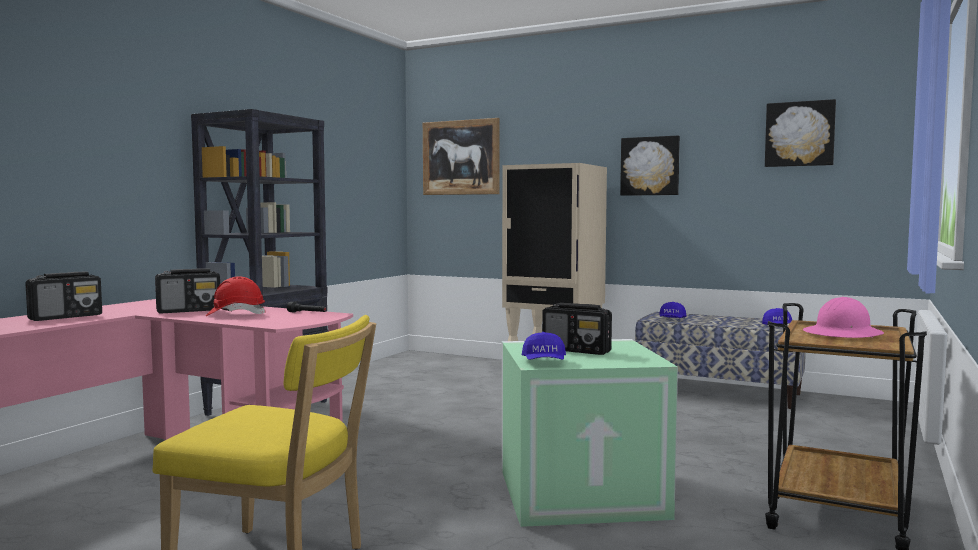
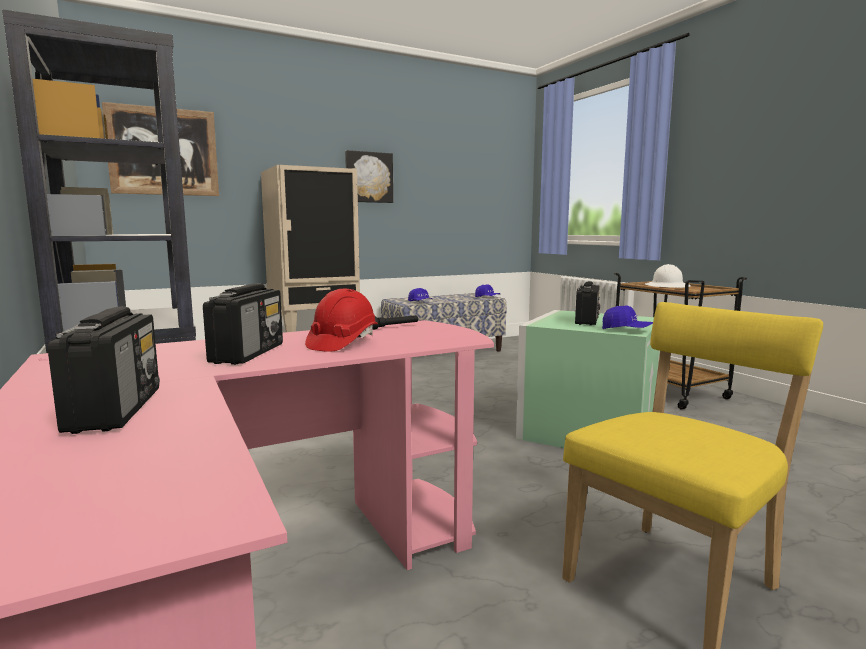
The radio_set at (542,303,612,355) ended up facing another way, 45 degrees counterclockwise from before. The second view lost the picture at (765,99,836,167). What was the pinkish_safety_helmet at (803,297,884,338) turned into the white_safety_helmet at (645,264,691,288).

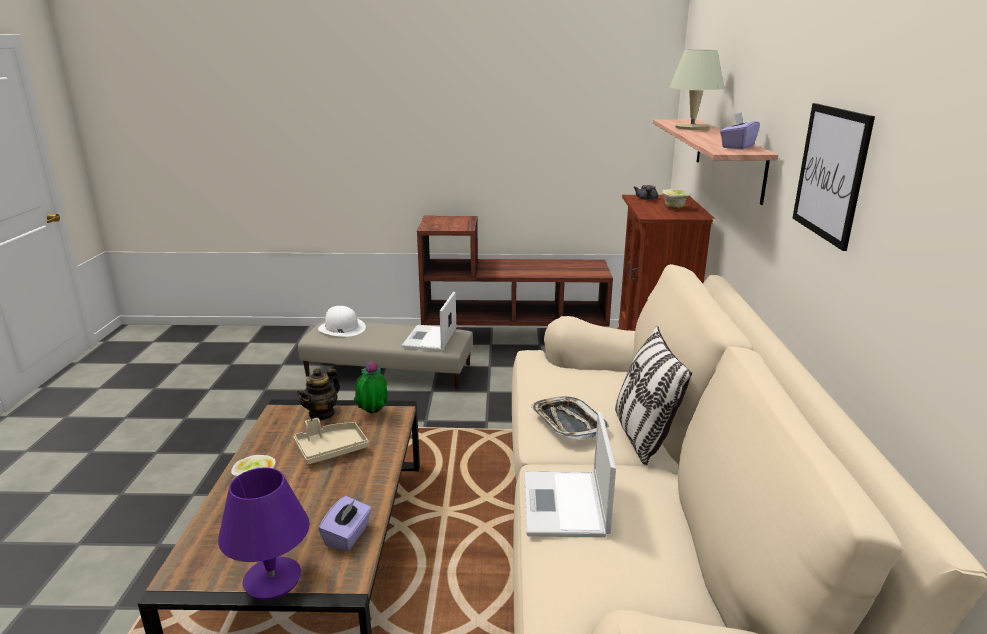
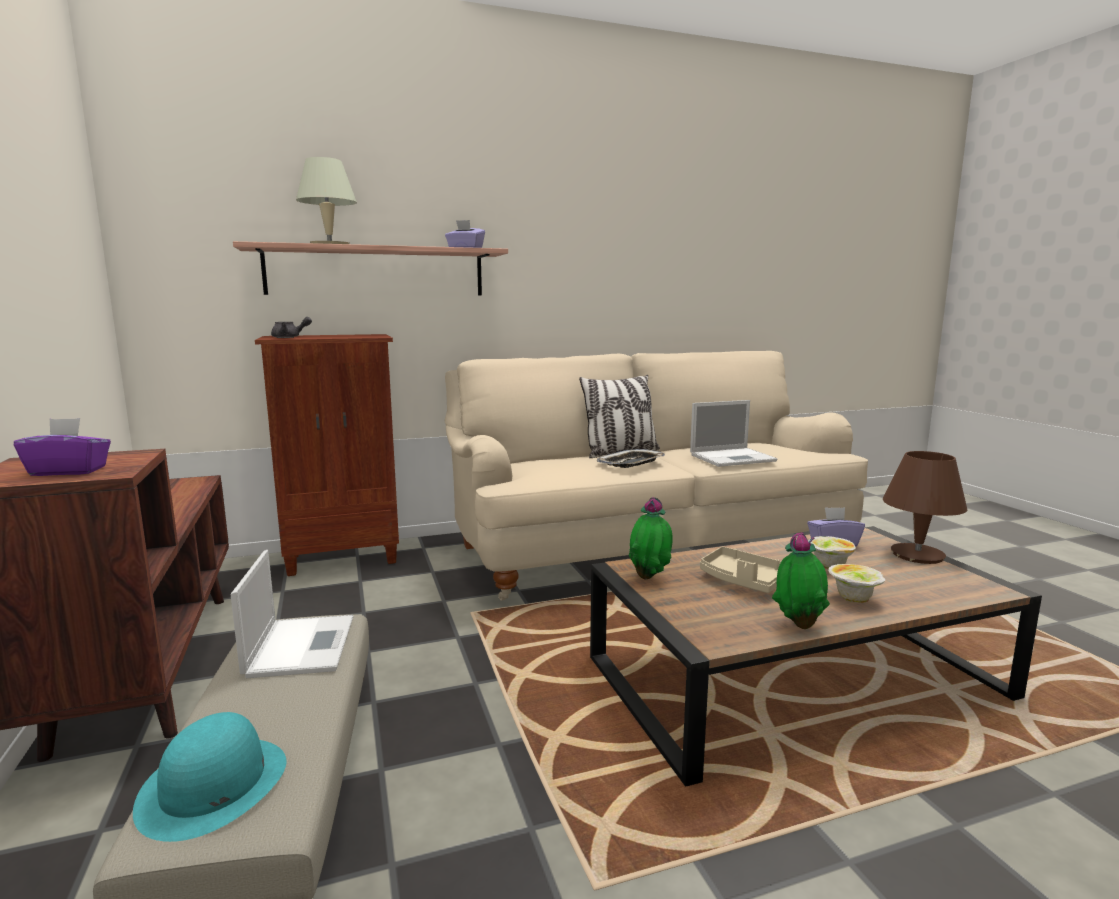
What was the purplish_lamp_for_a_table at (218,467,310,600) turned into the brown-coloured_lamp_for_a_table at (883,451,967,564). The second view lost the teapot at (297,368,340,420). What was the white_wearable_hat at (318,306,366,337) turned into the blue-green_wearable_hat at (133,712,287,842). The notebook_computer at (401,292,456,351) ended up facing another way, 90 degrees counterclockwise from before. The bowl ended up elsewhere, having gone from (662,189,691,209) to (808,536,856,569). The second view lost the picture at (793,103,875,251). The second view gained the purplish_tissue_box at (14,418,111,476). The second view gained the potted_plant at (772,532,830,629).

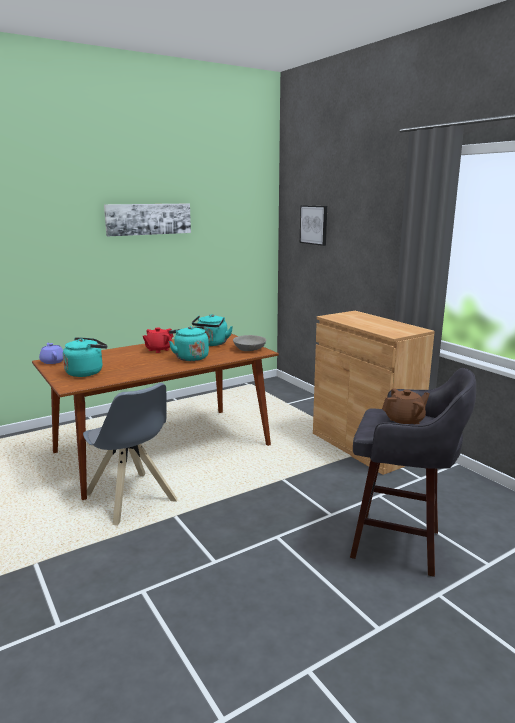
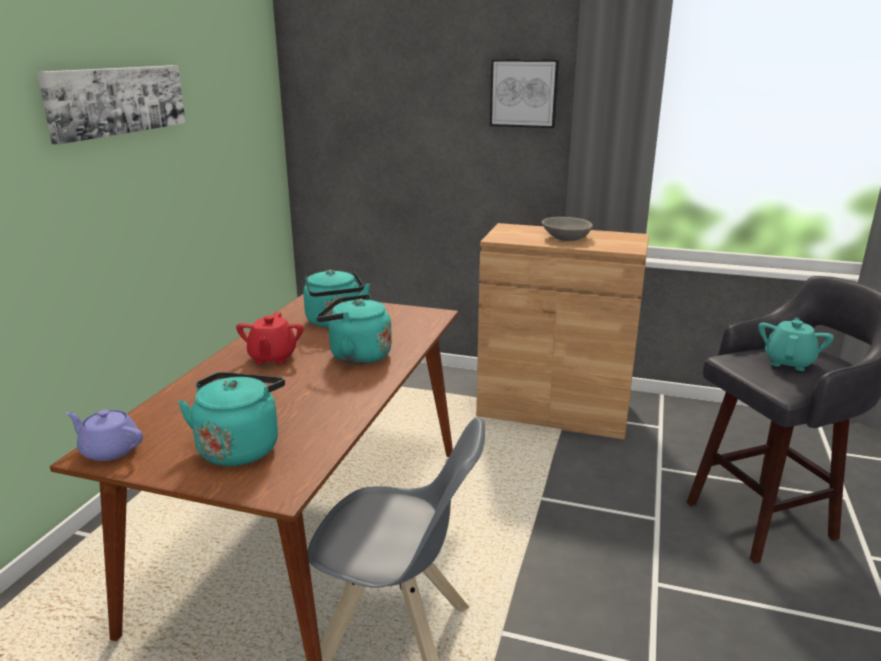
The greyish_bowl ended up elsewhere, having gone from (233,335,266,351) to (542,217,593,241). The picture ended up elsewhere, having gone from (300,205,327,246) to (490,59,559,128). What was the brown-coloured_teapot at (382,388,430,424) turned into the blue-green_teapot at (758,317,834,371).

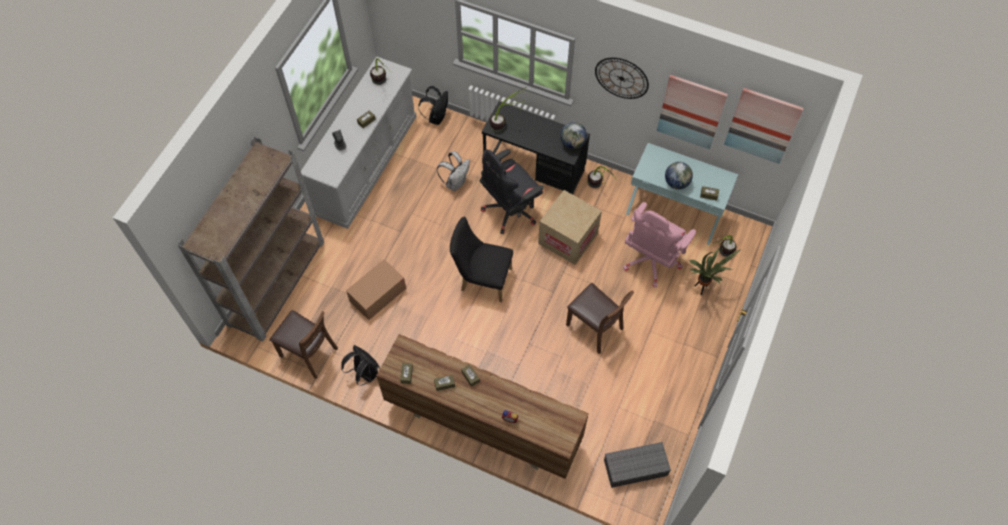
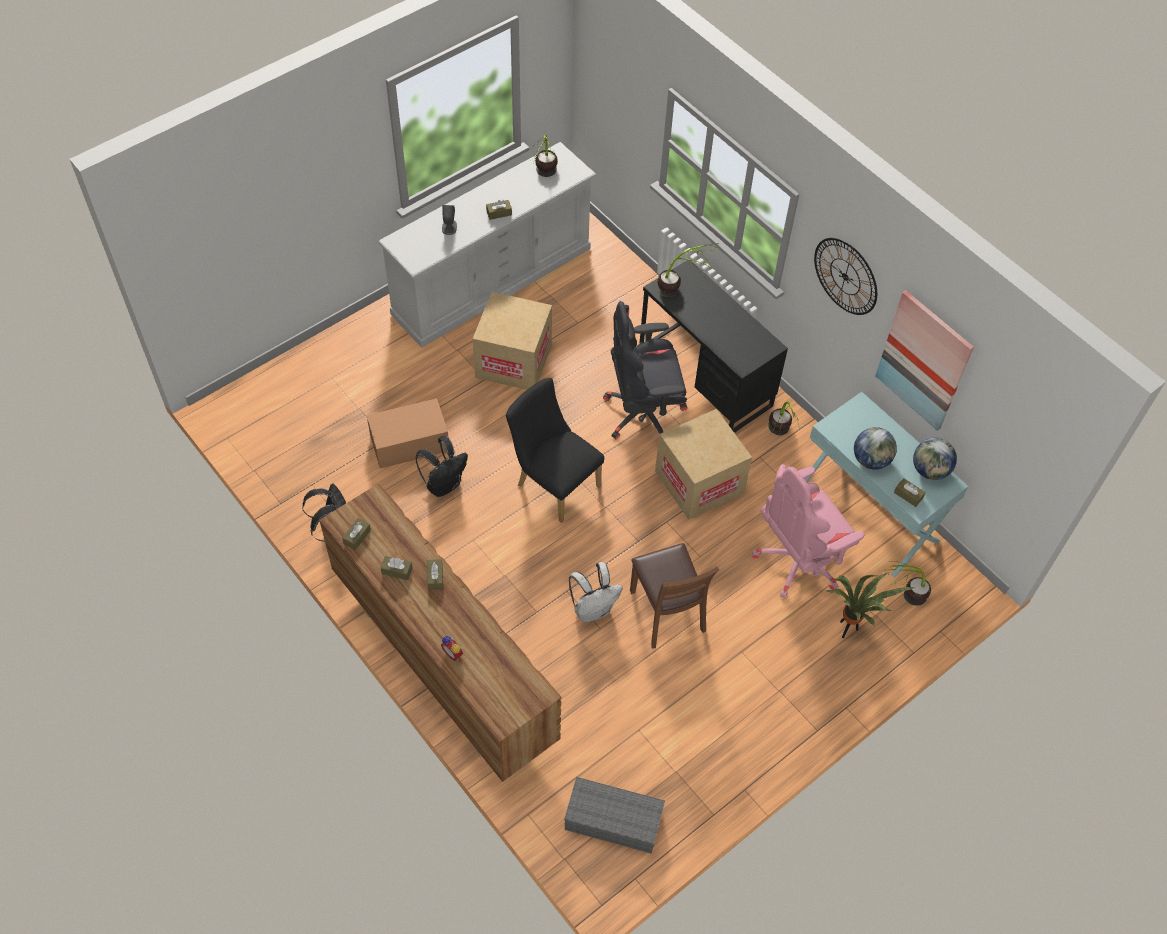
The second view lost the brown-coloured_shelving_unit at (178,137,324,342). The second view lost the brown-coloured_plain_chair at (270,310,338,379). The blackish_knapsack ended up elsewhere, having gone from (418,86,448,125) to (415,436,468,497). The white_knapsack ended up elsewhere, having gone from (437,151,470,191) to (569,562,623,622). The globe ended up elsewhere, having gone from (560,122,587,149) to (913,438,957,480). The second view lost the picture at (724,88,804,164). The second view gained the packing_box at (473,292,552,390).

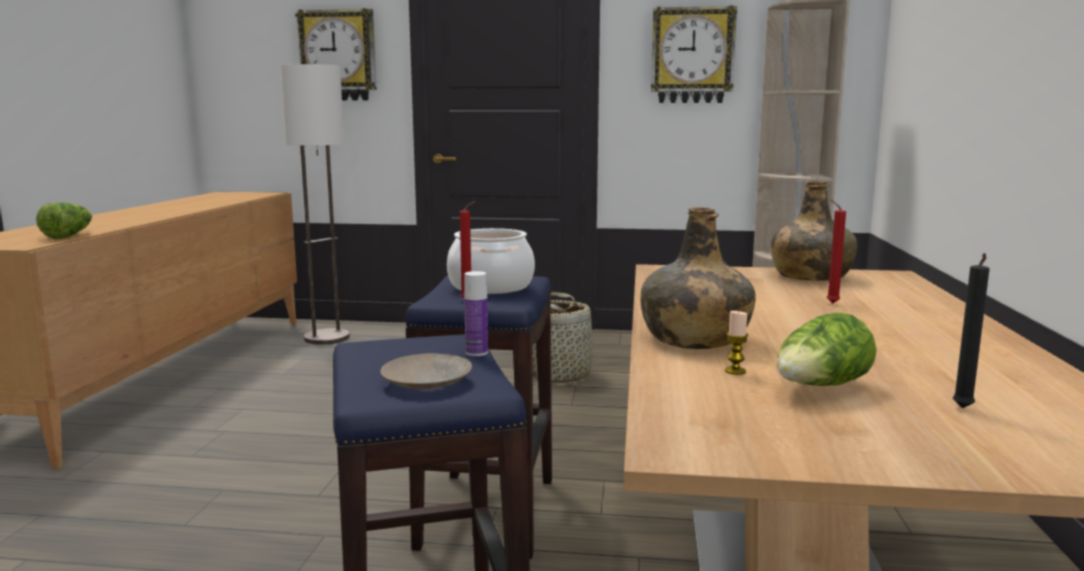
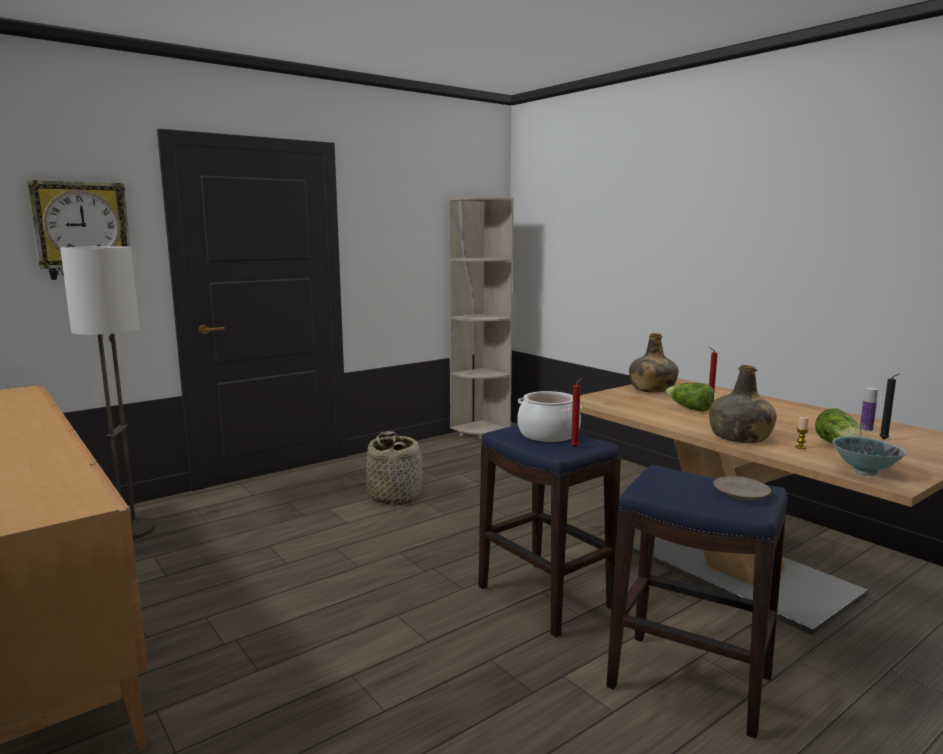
The lettuce_head ended up elsewhere, having gone from (36,202,92,239) to (666,383,714,412). The beverage_bottle ended up elsewhere, having gone from (464,271,488,356) to (860,387,878,431). The second view lost the clock_on_the_wall at (651,6,737,103). The second view gained the bowl at (832,436,907,476).

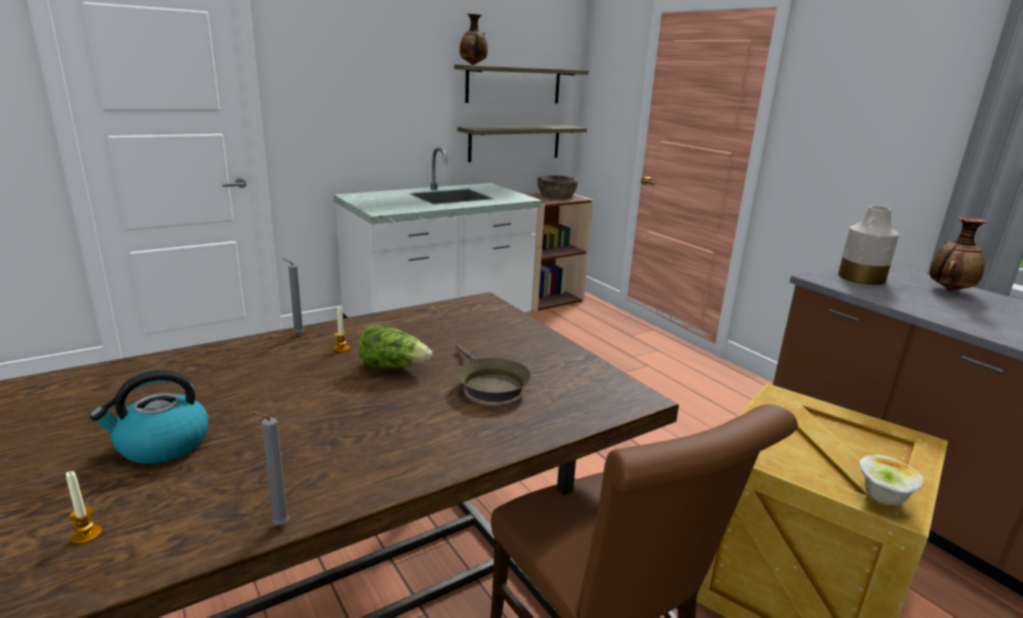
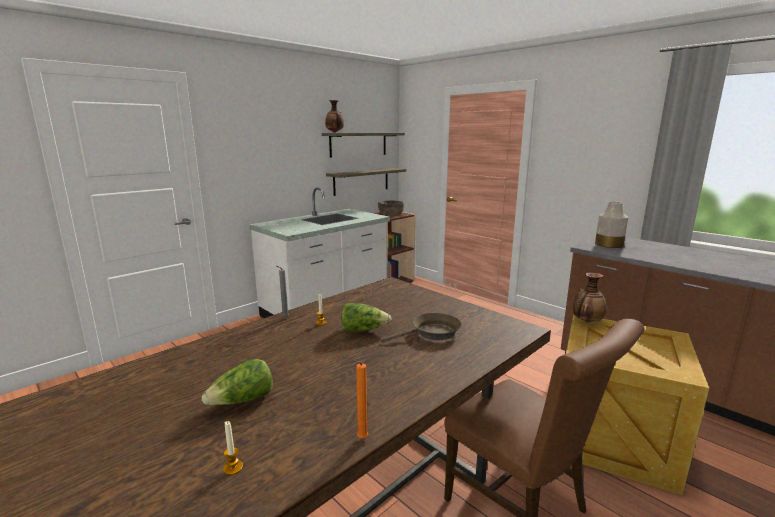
Where the kettle stood at (90,370,208,464), the lettuce_head came to stand at (202,359,273,405). What was the greyish_candle at (251,412,289,525) turned into the orangey_candle at (353,360,368,439). The brown-coloured_pan at (456,345,531,402) ended up facing another way, 75 degrees counterclockwise from before. The second view lost the bowl at (859,455,924,507). The decorative_vase ended up elsewhere, having gone from (930,217,987,291) to (573,273,606,323).

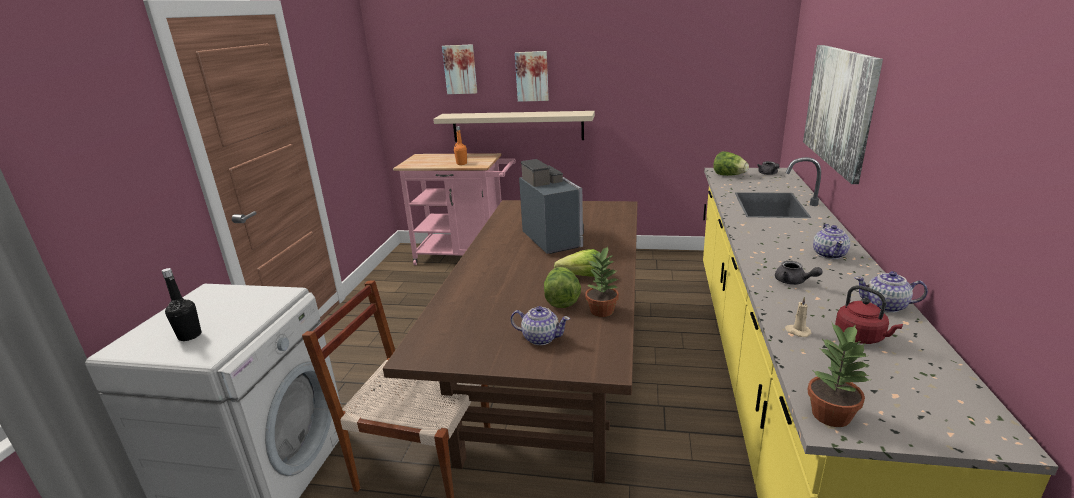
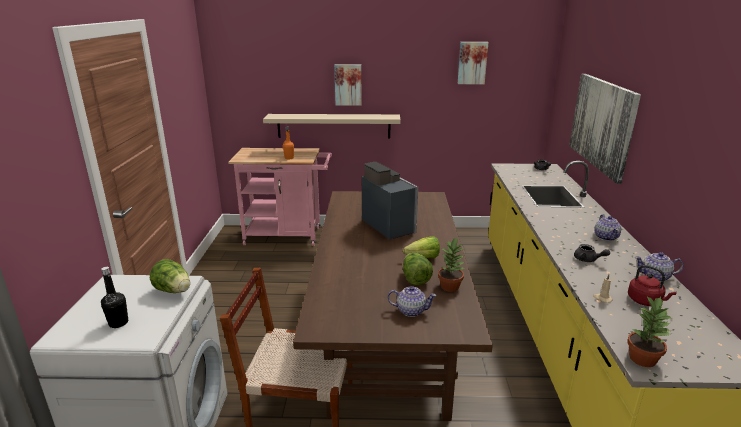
The picture ended up elsewhere, having gone from (442,44,477,94) to (458,42,489,84). The lettuce_head ended up elsewhere, having gone from (713,151,749,176) to (150,259,190,293).

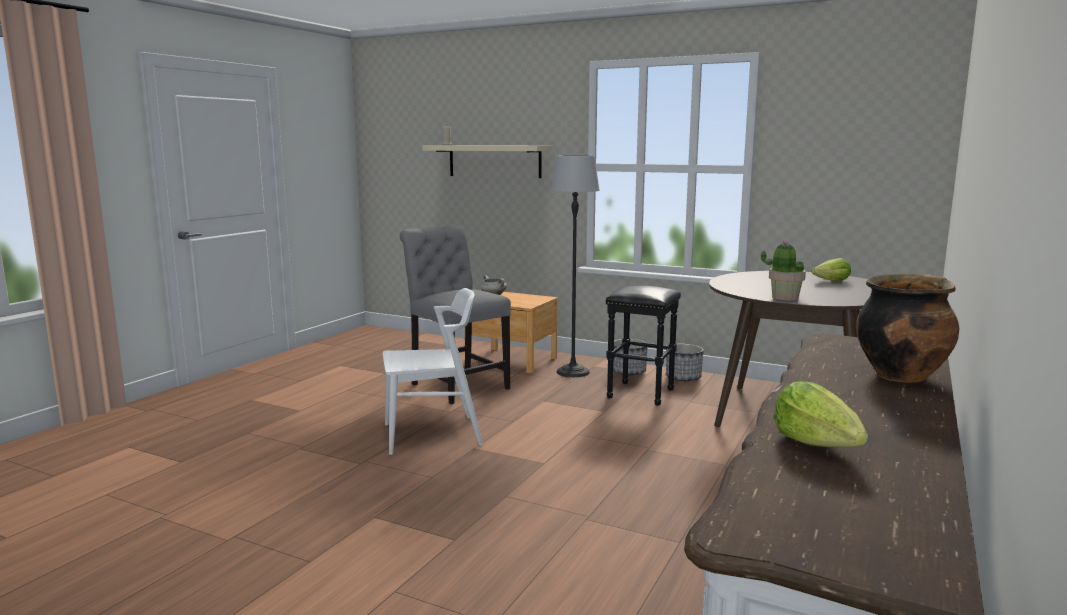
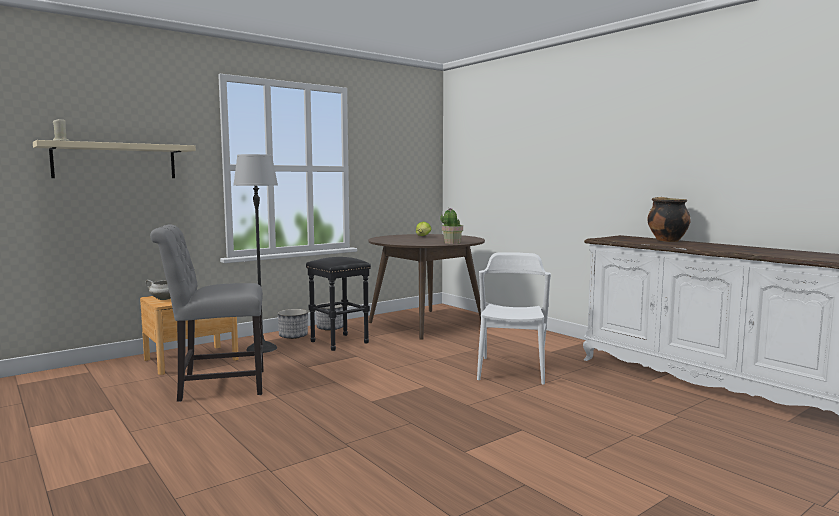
The white_plain_chair ended up elsewhere, having gone from (383,288,483,455) to (477,252,551,385). The second view lost the lettuce_head at (773,381,868,447).

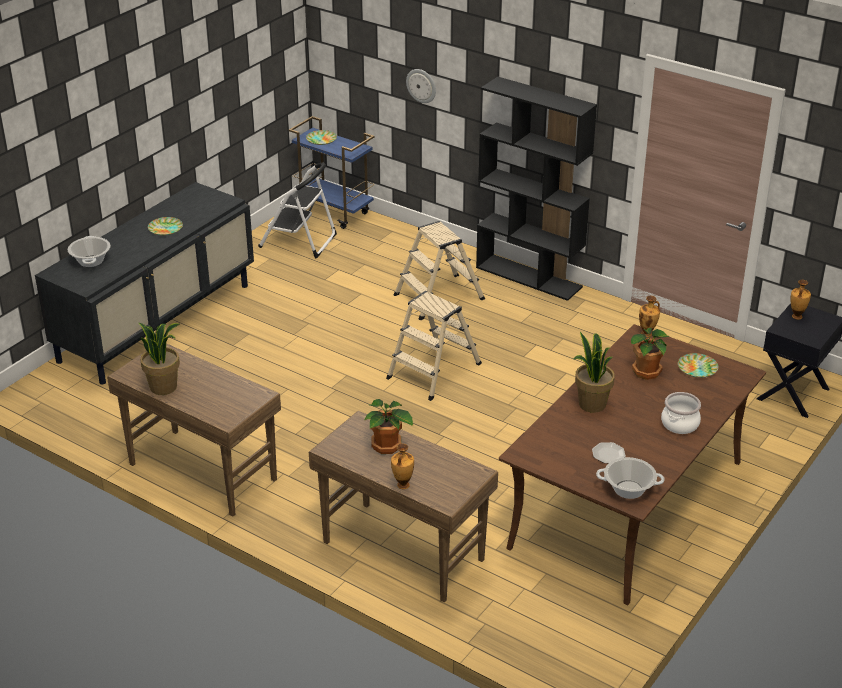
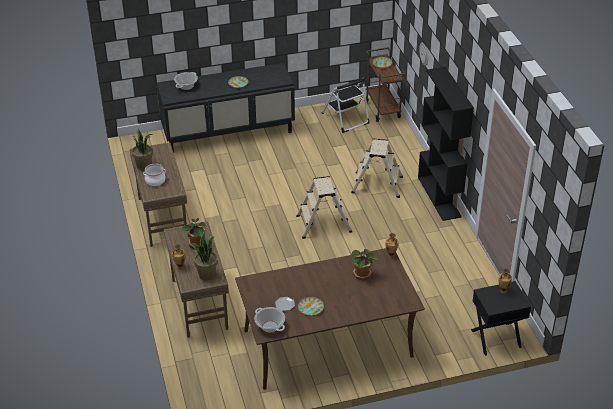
What was the blue_cart at (289,116,375,229) turned into the brown-coloured_cart at (366,47,405,122). The potted_plant ended up elsewhere, having gone from (574,332,615,413) to (191,231,218,281). The saucepot ended up elsewhere, having gone from (661,392,701,434) to (143,164,166,186). The flat_dish ended up elsewhere, having gone from (678,353,718,378) to (298,297,324,316).

